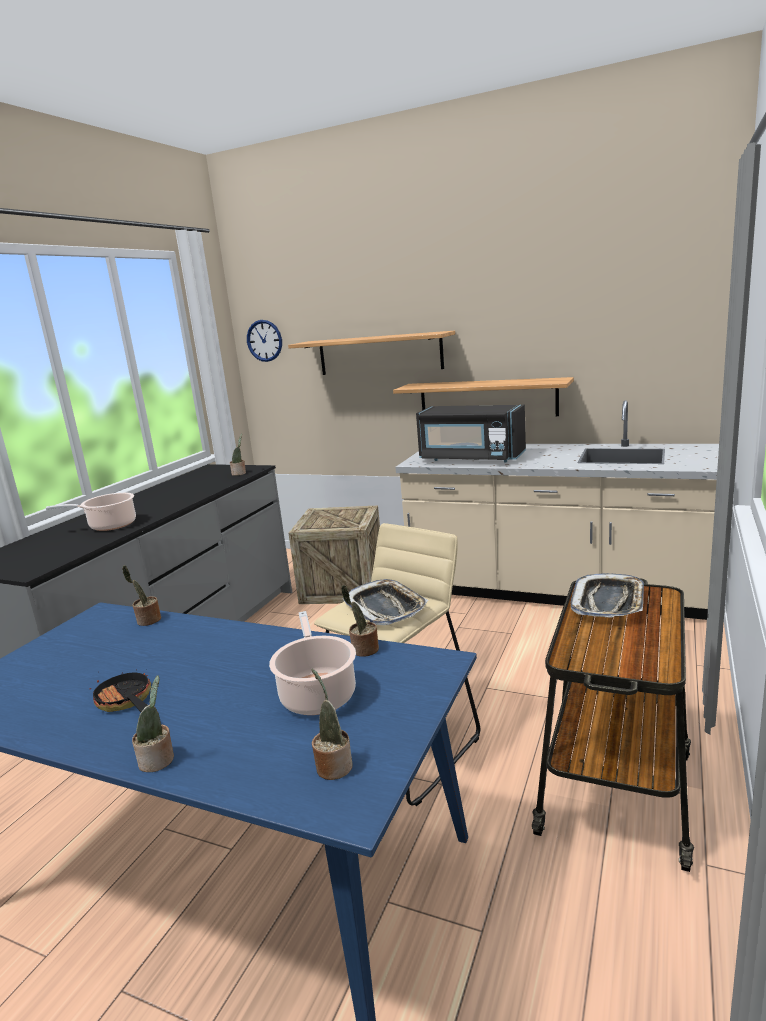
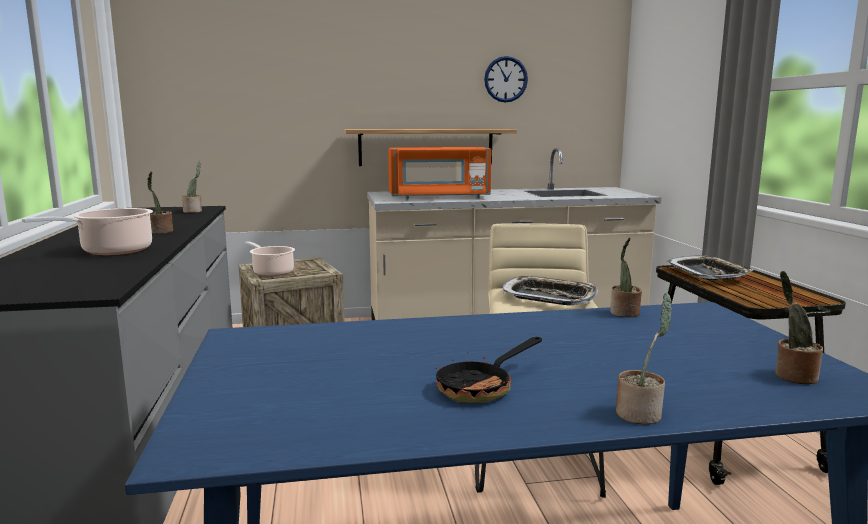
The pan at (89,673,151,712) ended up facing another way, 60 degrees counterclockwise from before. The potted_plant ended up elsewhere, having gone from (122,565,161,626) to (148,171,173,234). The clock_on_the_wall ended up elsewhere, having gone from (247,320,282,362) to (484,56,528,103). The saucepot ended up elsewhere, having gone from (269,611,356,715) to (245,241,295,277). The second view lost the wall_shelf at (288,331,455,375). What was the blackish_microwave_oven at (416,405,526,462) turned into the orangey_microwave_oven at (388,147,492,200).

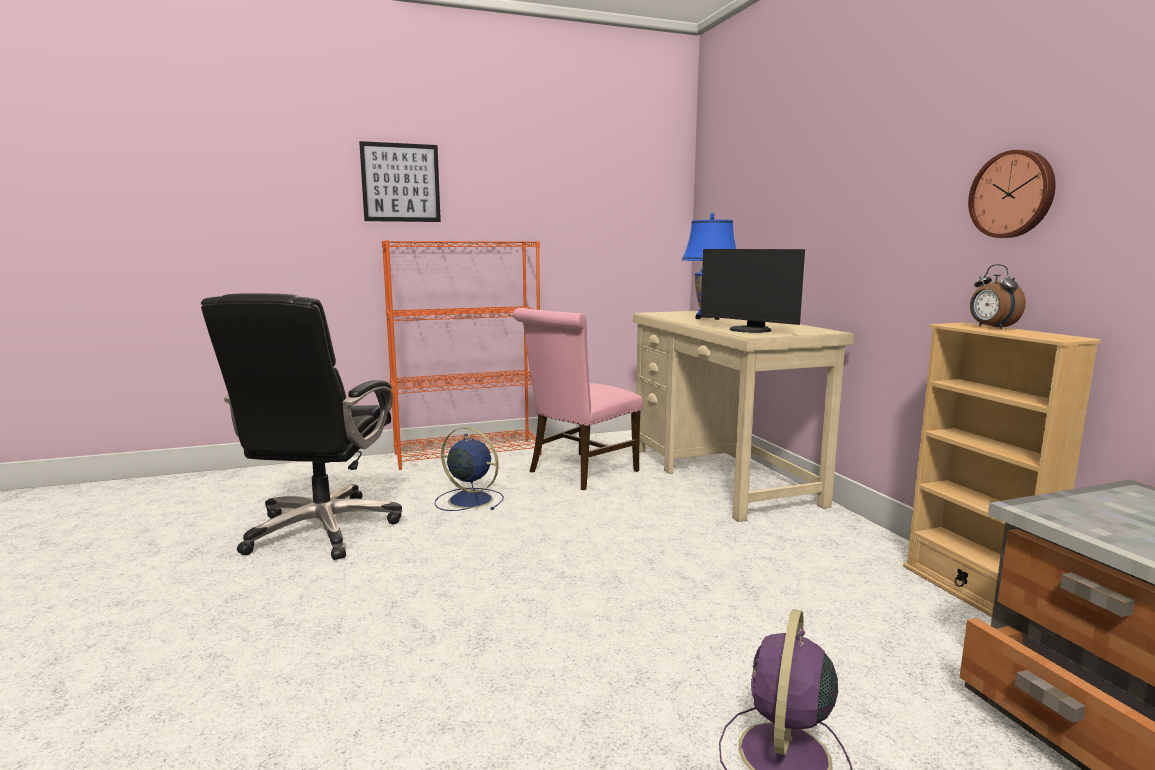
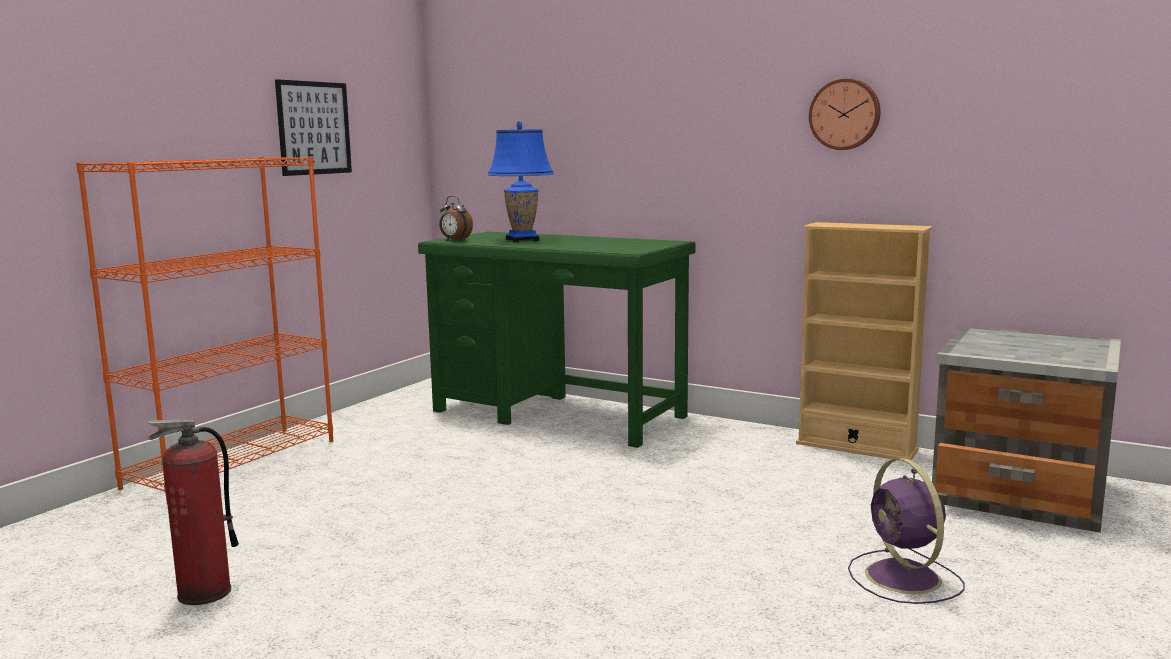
Where the blackish_computer_chair stood at (201,293,402,560), the fire_extinguisher came to stand at (146,419,239,605). The picture ended up elsewhere, having gone from (359,141,441,222) to (275,79,352,176). The second view lost the blue_cooling_fan at (435,427,504,511). The second view lost the pinkish_plain_chair at (513,308,643,490). What was the sand-coloured_desk at (633,311,854,522) turned into the green_desk at (418,232,695,448). The second view lost the computer_screen at (701,249,805,333). The alarm_clock ended up elsewhere, having gone from (970,264,1026,329) to (439,196,473,241).

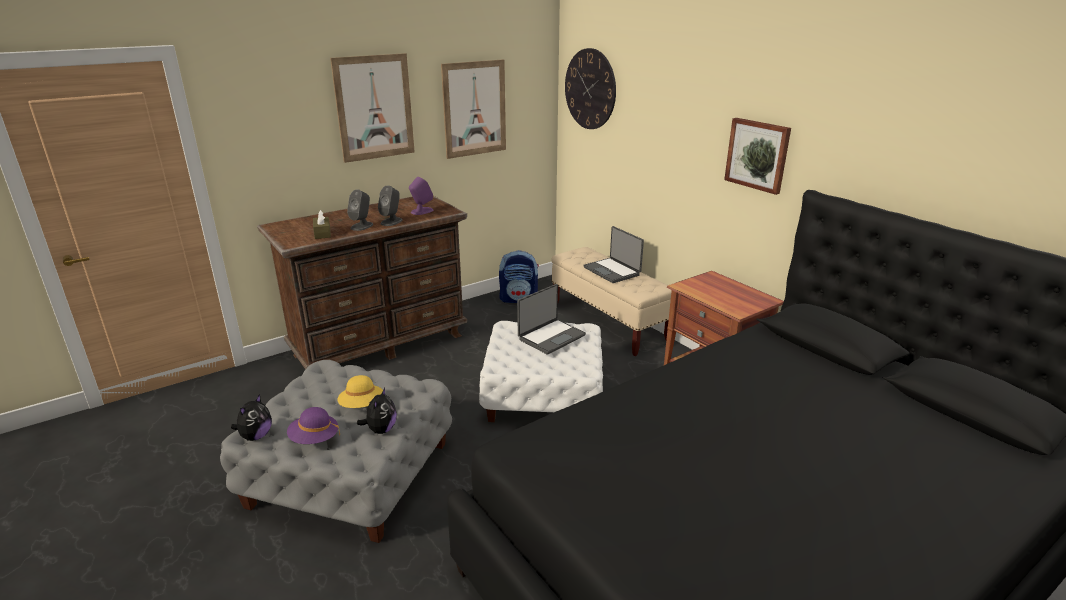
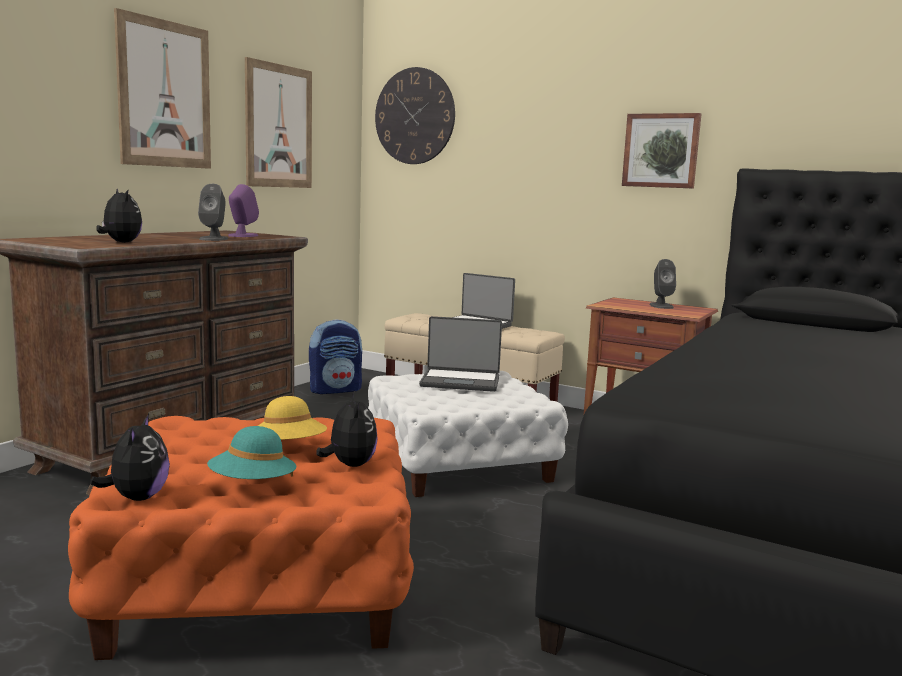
What was the greyish_ottoman at (220,360,452,543) turned into the orangey_ottoman at (68,416,414,660). What was the purplish_wearable_hat at (287,407,340,444) turned into the blue-green_wearable_hat at (207,426,296,479). Where the brown-coloured_tissue_box stood at (313,210,331,239), the plush_toy came to stand at (96,188,142,243). The greyish_loudspeaker ended up elsewhere, having gone from (347,189,373,231) to (649,259,676,309). The notebook_computer at (517,284,586,355) ended up facing another way, 75 degrees clockwise from before.

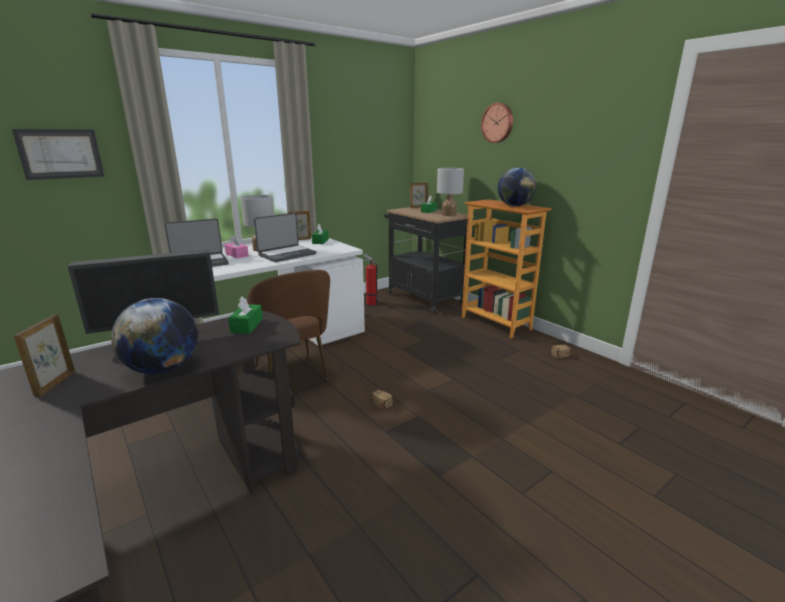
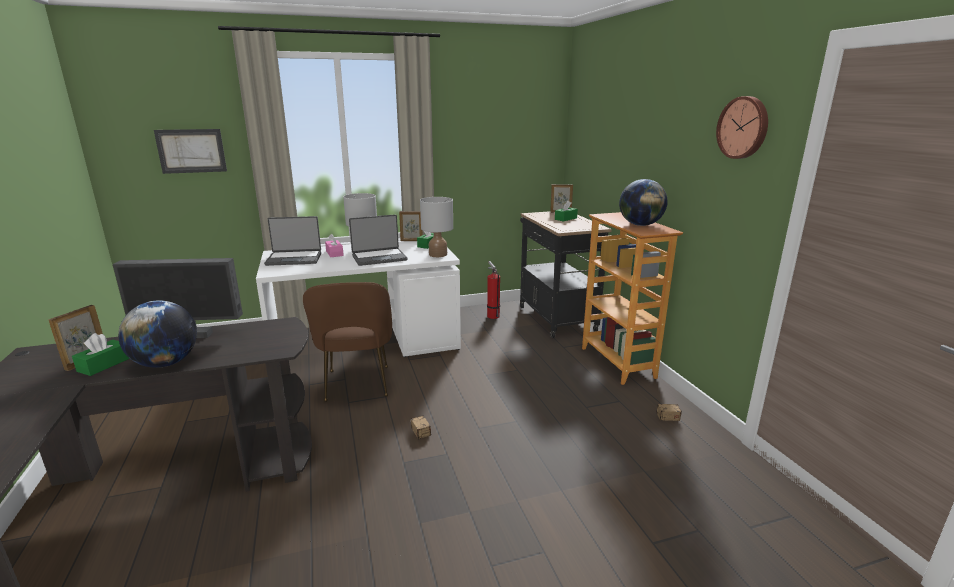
The green_tissue_box ended up elsewhere, having gone from (228,297,263,334) to (72,333,130,376). The greyish_lamp_for_a_table ended up elsewhere, having gone from (437,168,464,216) to (420,197,453,257). The clock_on_the_wall ended up elsewhere, having gone from (481,103,513,143) to (716,96,768,159).

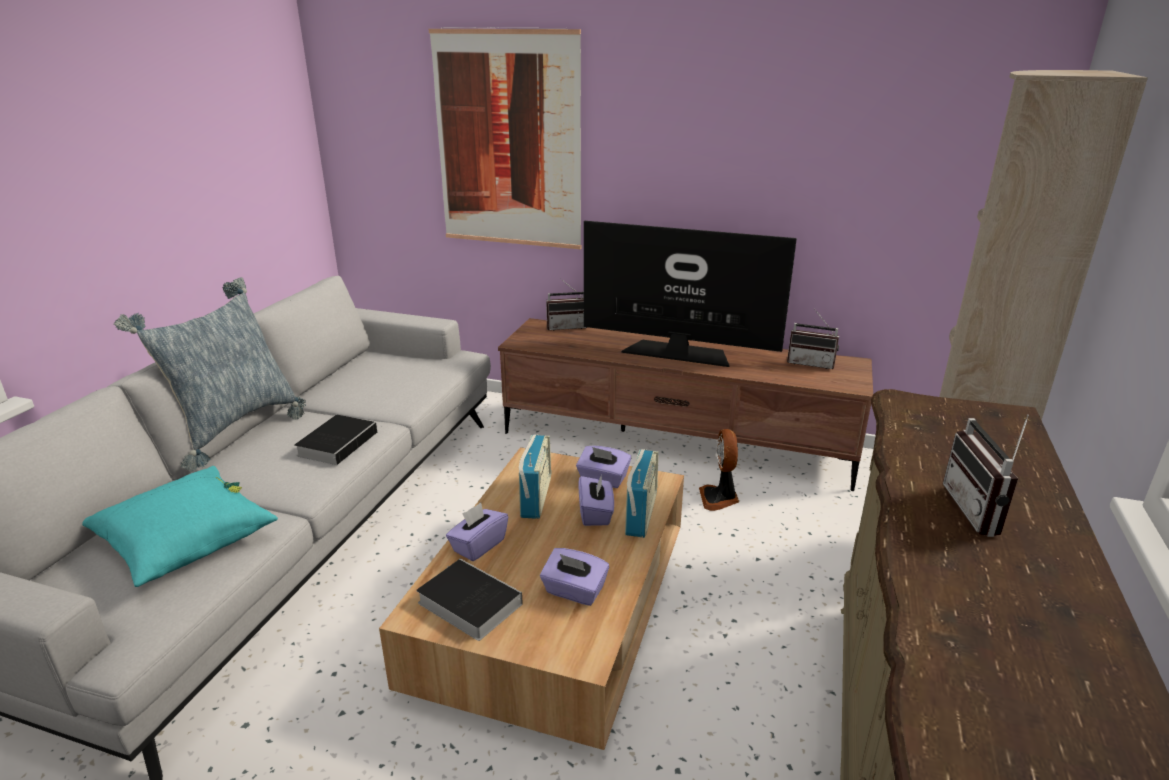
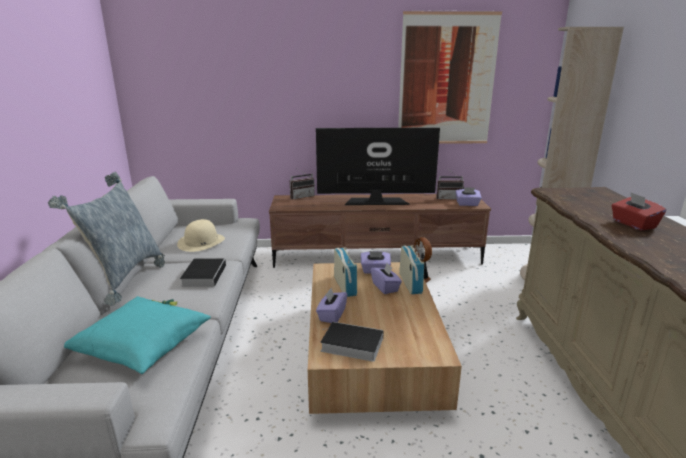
The picture ended up elsewhere, having gone from (428,27,581,249) to (398,11,502,144). The purplish_tissue_box ended up elsewhere, having gone from (540,548,609,606) to (456,187,482,206). Where the radio_set stood at (943,414,1029,537), the red-coloured_tissue_box came to stand at (611,192,666,230). The second view gained the sand-coloured_wearable_hat at (177,219,225,252).

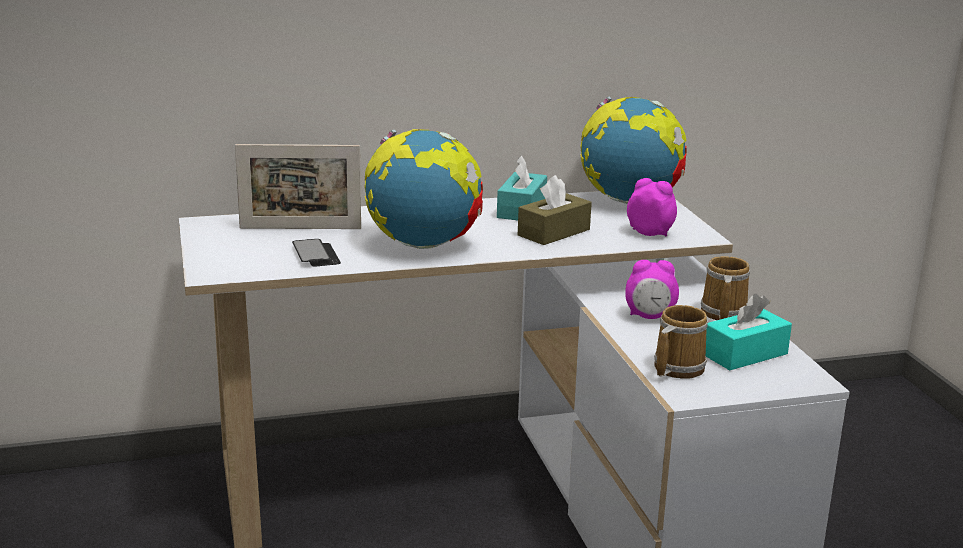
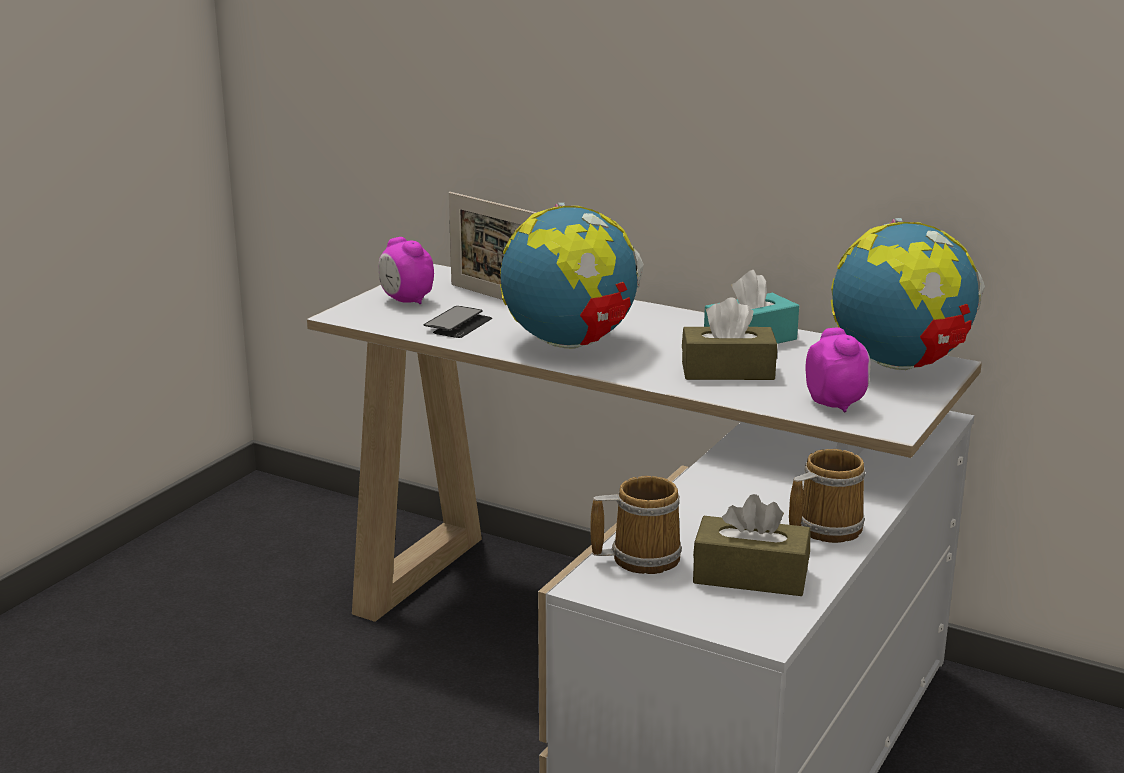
The alarm_clock ended up elsewhere, having gone from (625,260,679,319) to (379,237,434,304). What was the blue-green_tissue_box at (706,293,792,371) turned into the brown-coloured_tissue_box at (693,494,810,596).

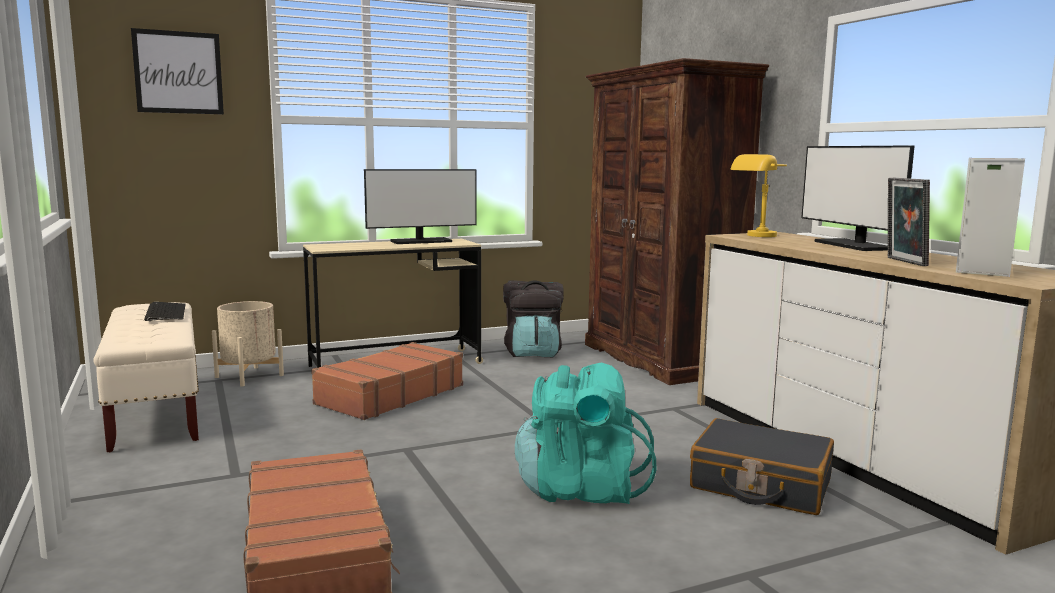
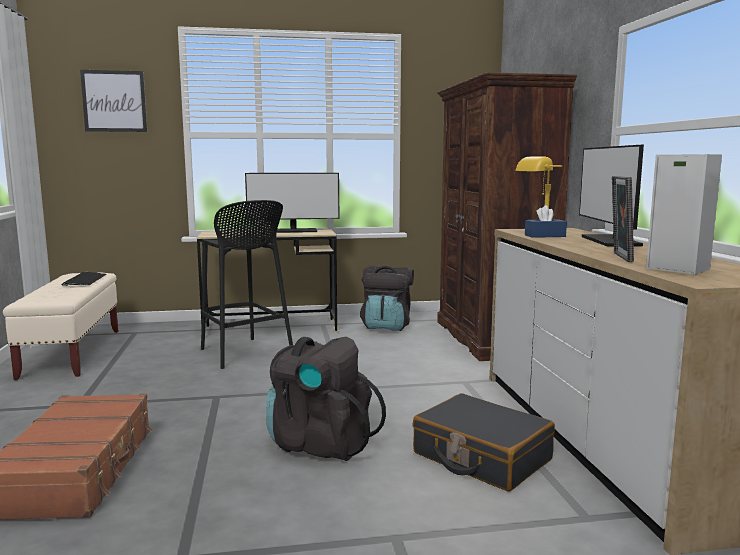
The second view lost the sand-coloured_plant_pot at (212,301,284,386). Where the brown-coloured_suitcase stood at (311,342,463,420), the blackish_stool_seat came to stand at (201,200,293,369). What was the blue-green_knapsack at (515,362,656,504) turned into the blackish_knapsack at (266,337,386,461). The second view gained the blue_tissue_box at (525,205,567,238).

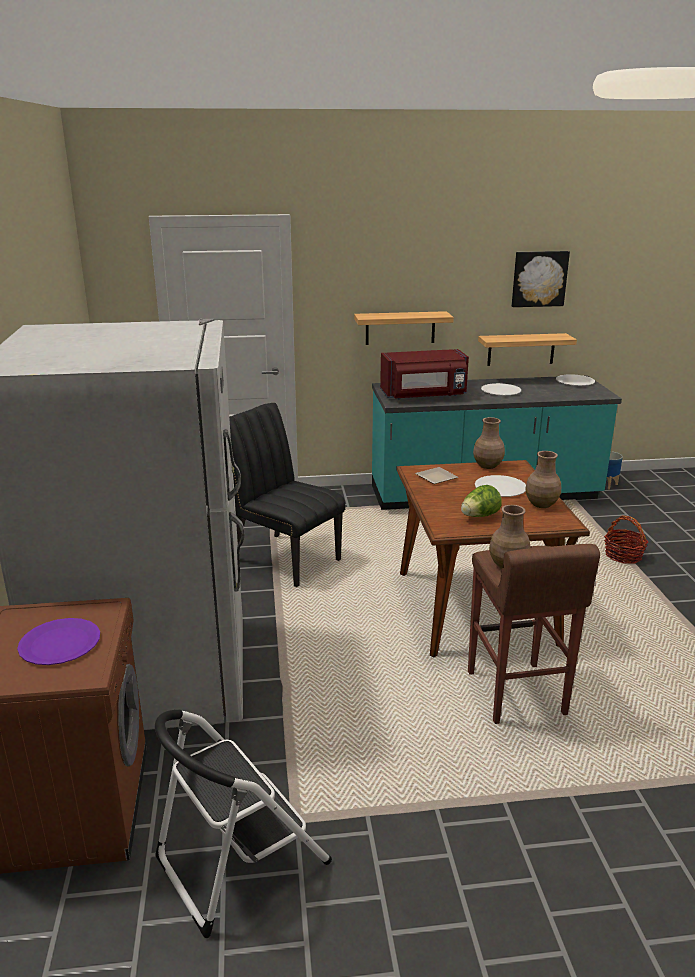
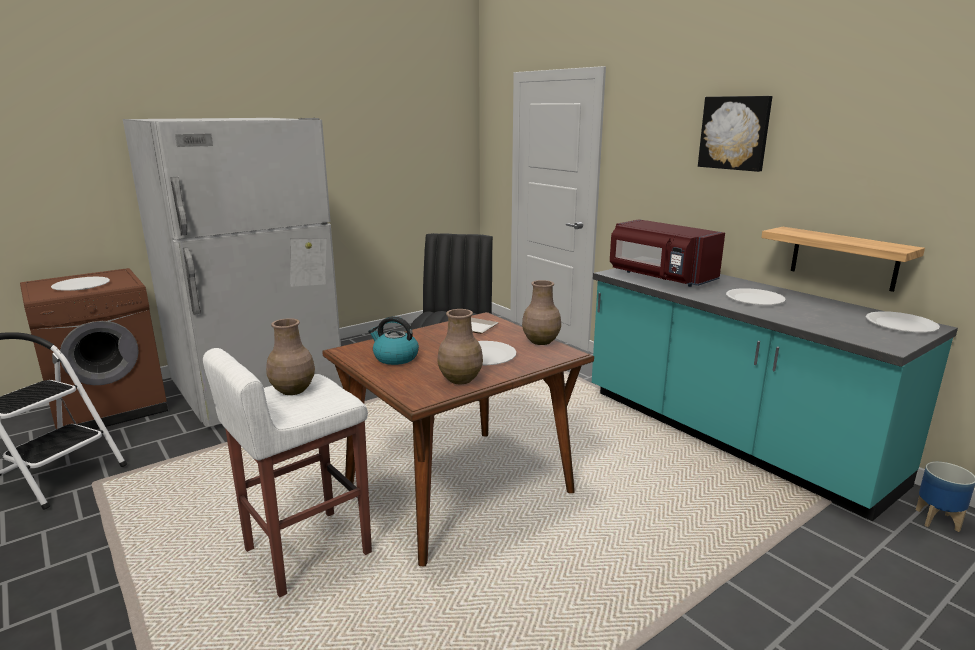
What was the purplish_flat_dish at (17,618,100,665) turned into the white_flat_dish at (51,277,110,291). The second view lost the wall_shelf at (354,311,454,345). Where the lettuce_head stood at (461,485,502,517), the kettle came to stand at (368,316,419,365). What was the brown-coloured_stool_seat at (468,544,600,724) turned into the white_stool_seat at (203,348,372,597). The picture ended up elsewhere, having gone from (512,251,570,307) to (698,96,772,172). The second view lost the storage_basket at (604,516,648,564).

